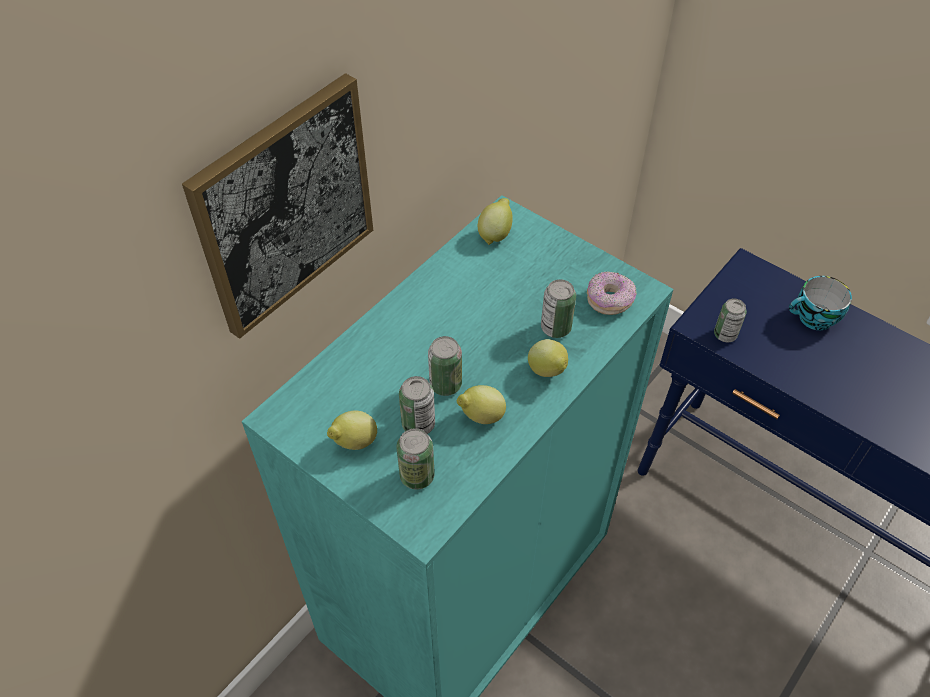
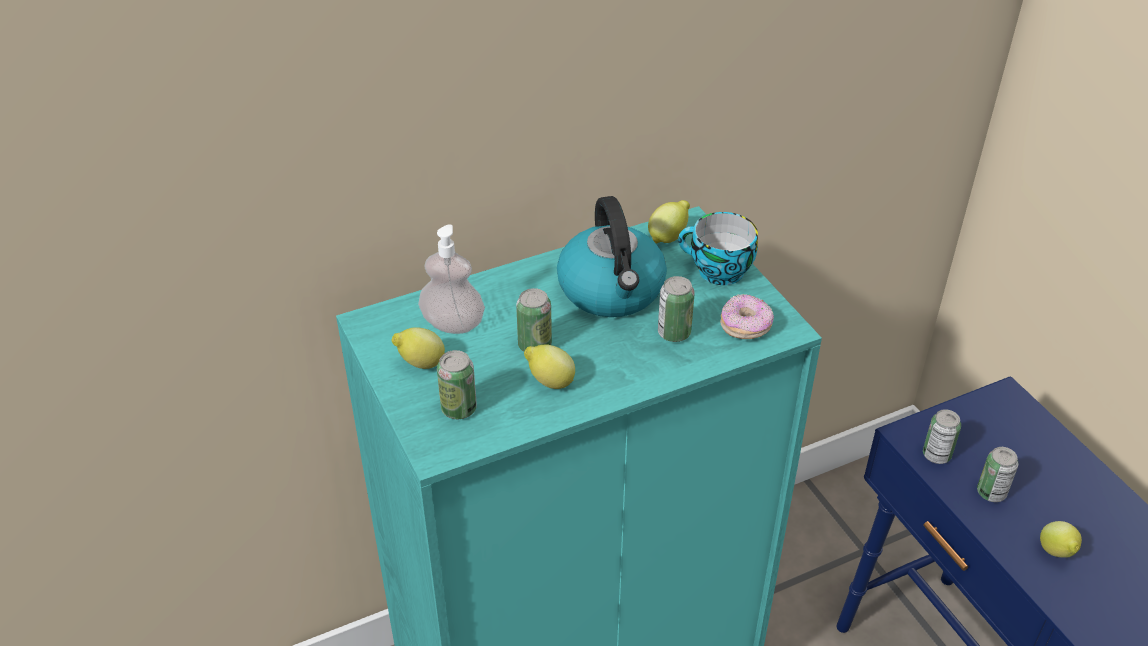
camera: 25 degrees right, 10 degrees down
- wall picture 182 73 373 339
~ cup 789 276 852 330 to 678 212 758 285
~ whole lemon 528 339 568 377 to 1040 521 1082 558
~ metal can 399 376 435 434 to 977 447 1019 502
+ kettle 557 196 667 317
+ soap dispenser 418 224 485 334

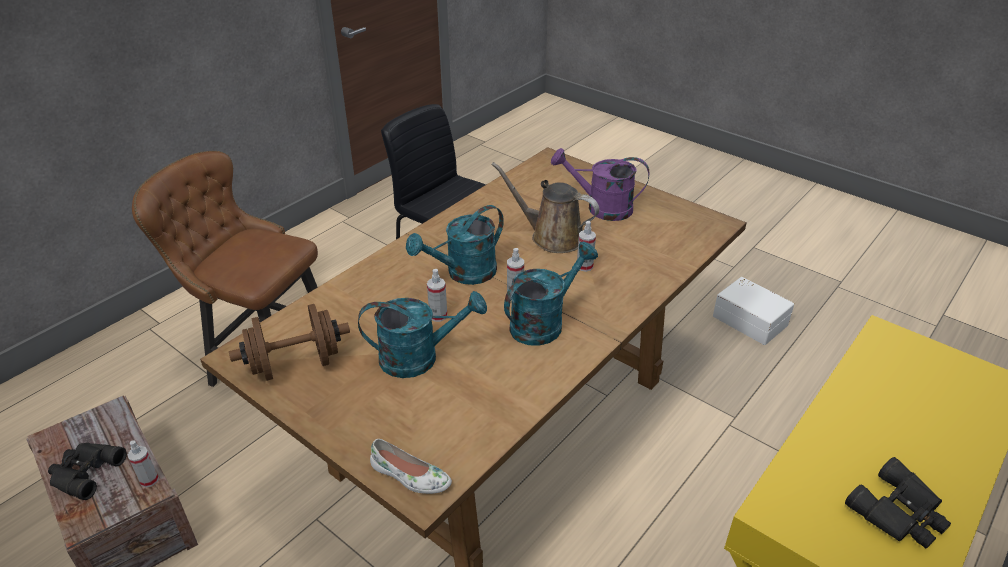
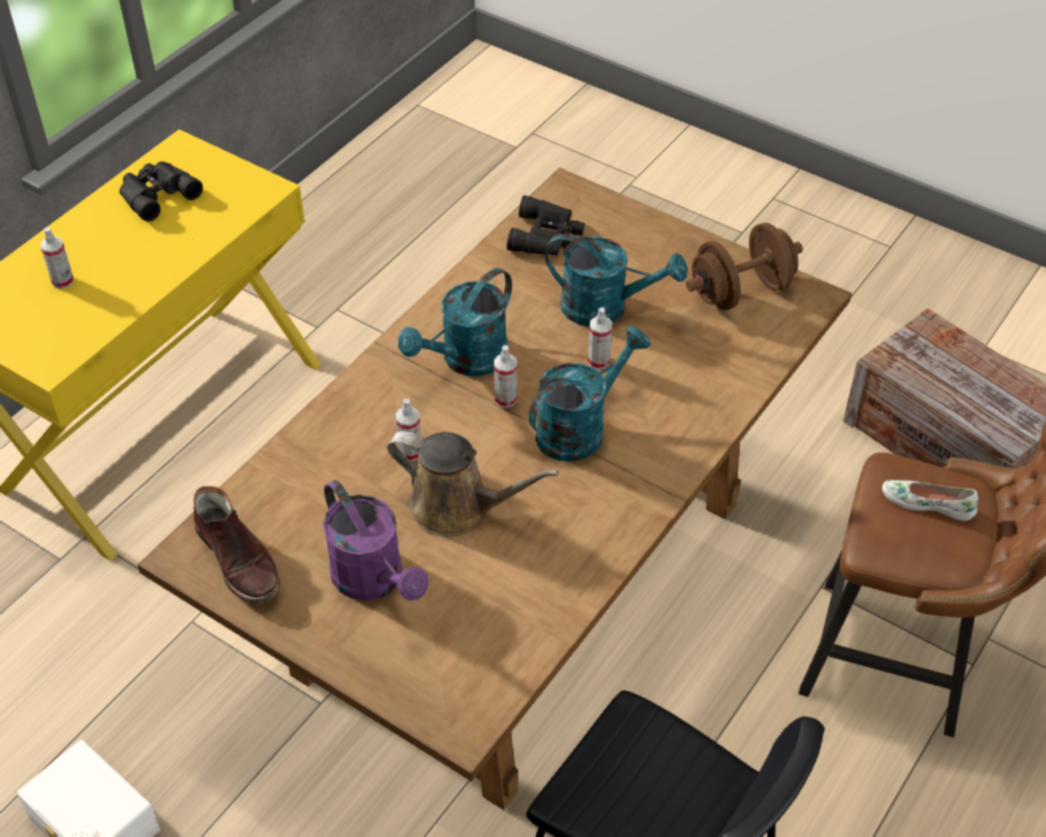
camera: 175 degrees right, 10 degrees up
~ purple-coloured watering pot 551 148 649 221 = 323 480 429 601 45 degrees clockwise
~ blue-green watering pot 358 291 487 378 = 545 234 687 327 150 degrees counterclockwise
~ white-coloured item of footwear 370 439 452 494 to 882 480 979 521
~ hand sprayer 128 441 159 487 to 40 227 74 289
~ black pair of binoculars 48 443 127 500 to 507 195 585 255
+ brown-coloured tall boot 194 486 280 604

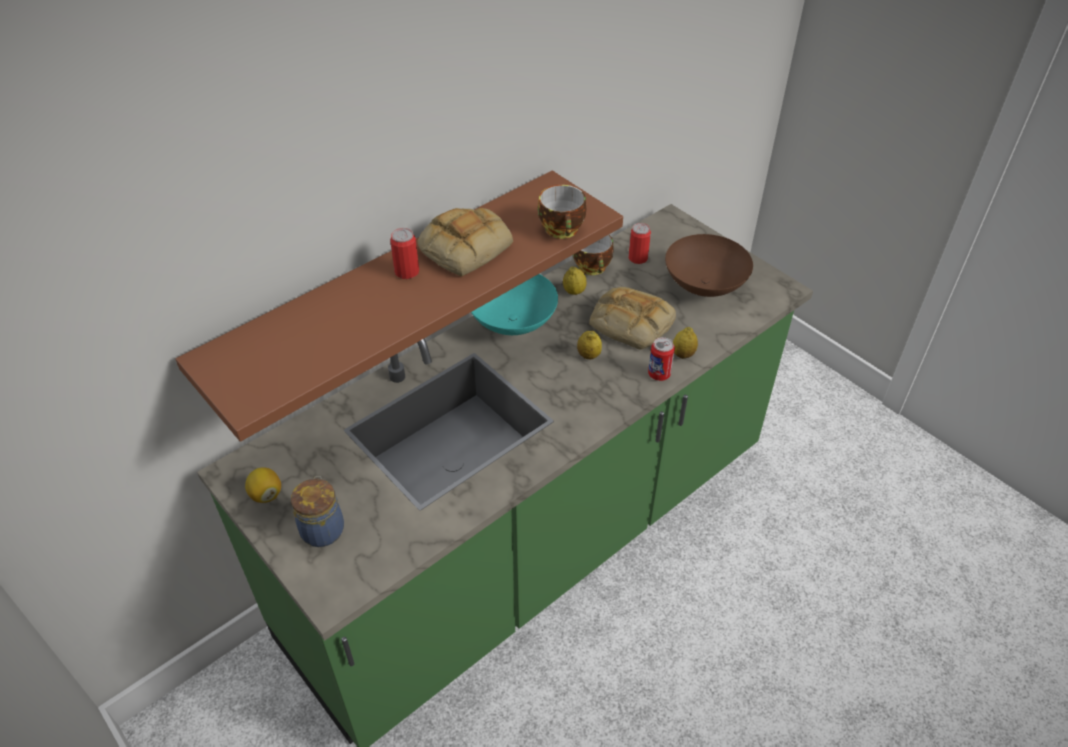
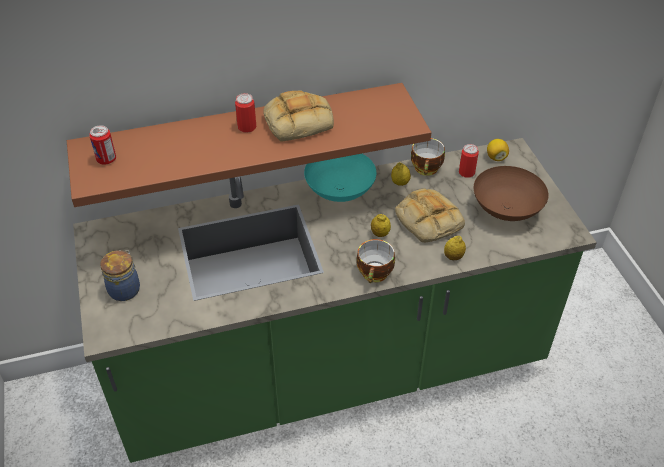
camera: 25 degrees right, 0 degrees up
~ cup 538 185 586 239 to 356 239 395 283
~ metal can 648 337 675 381 to 89 125 116 165
~ whole lemon 245 467 281 503 to 487 139 509 161

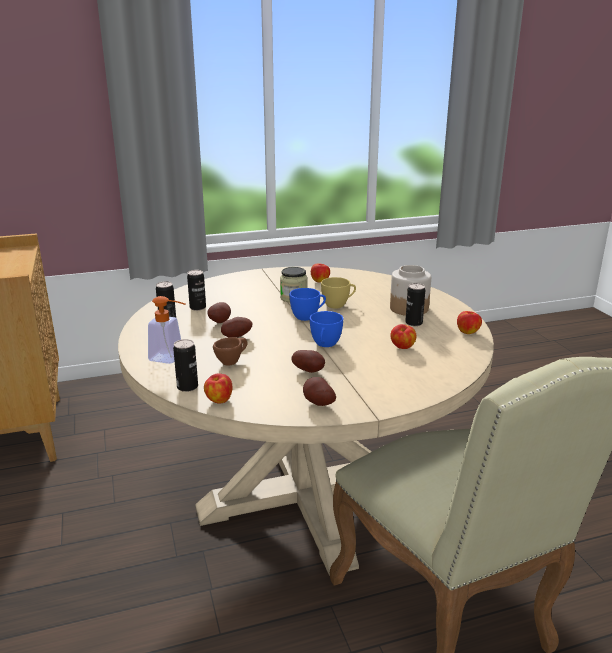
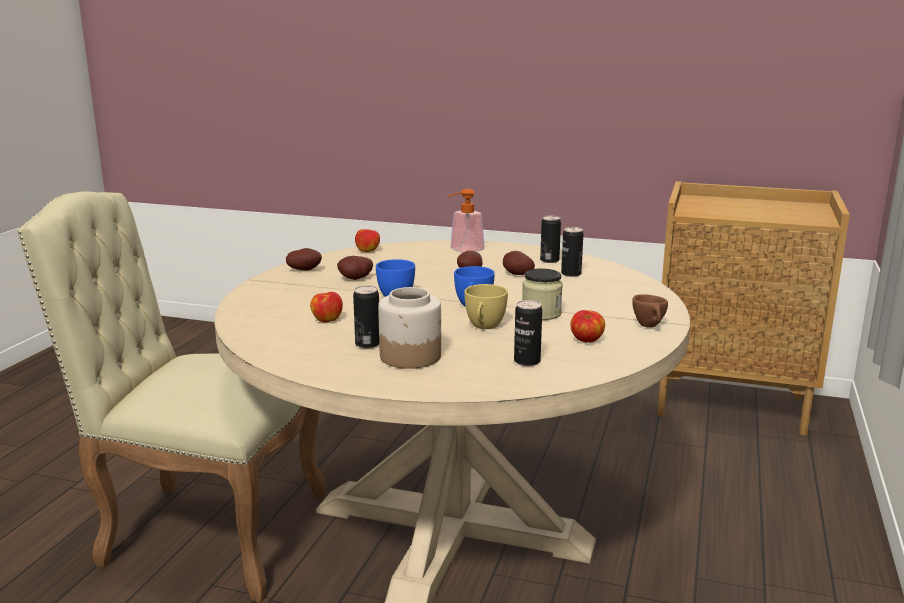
camera: 125 degrees right, 5 degrees down
- apple fruit 457 311 482 334
~ brown-coloured cup 213 337 248 366 to 632 294 668 328
~ metal can 173 339 198 392 to 514 300 542 366

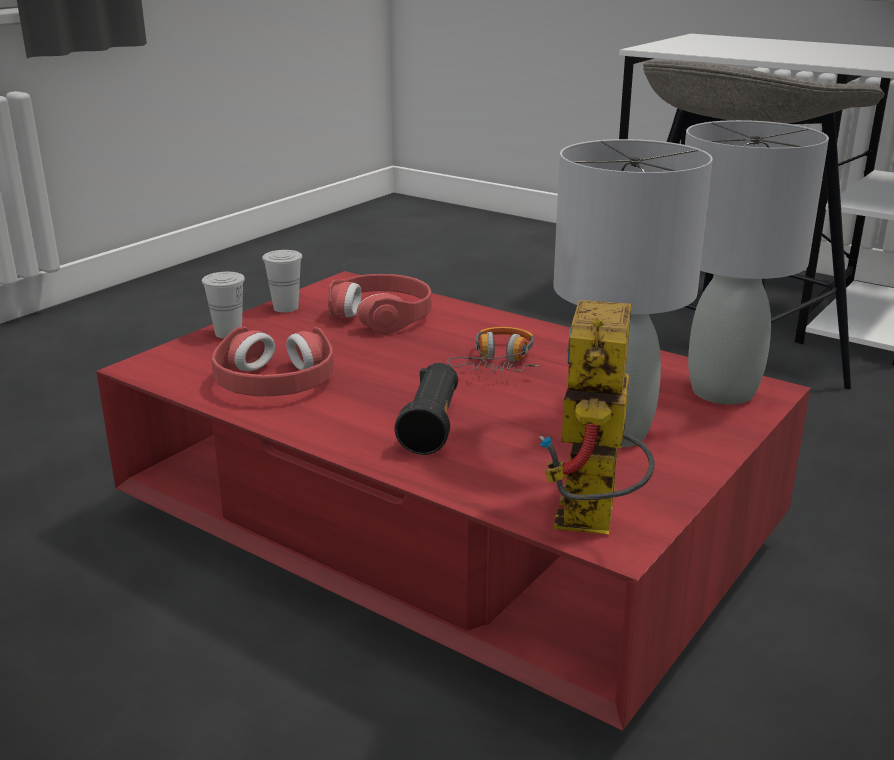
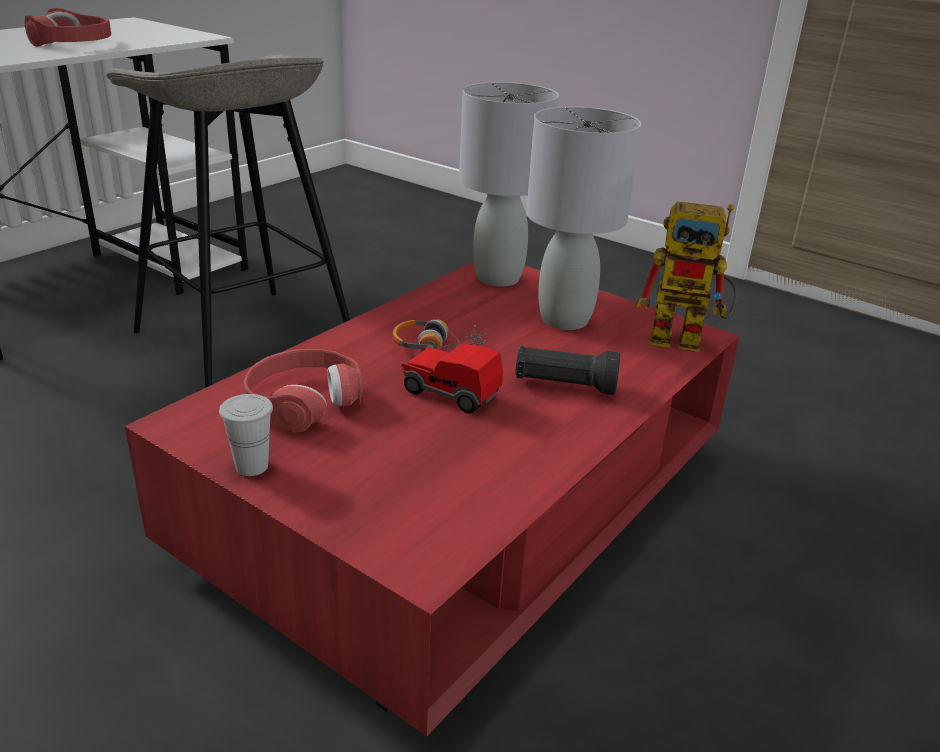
camera: 90 degrees left, 5 degrees up
- white-coloured cup 202 272 245 338
~ reddish headset 211 326 334 396 to 25 8 111 47
+ miniature car 401 343 503 414

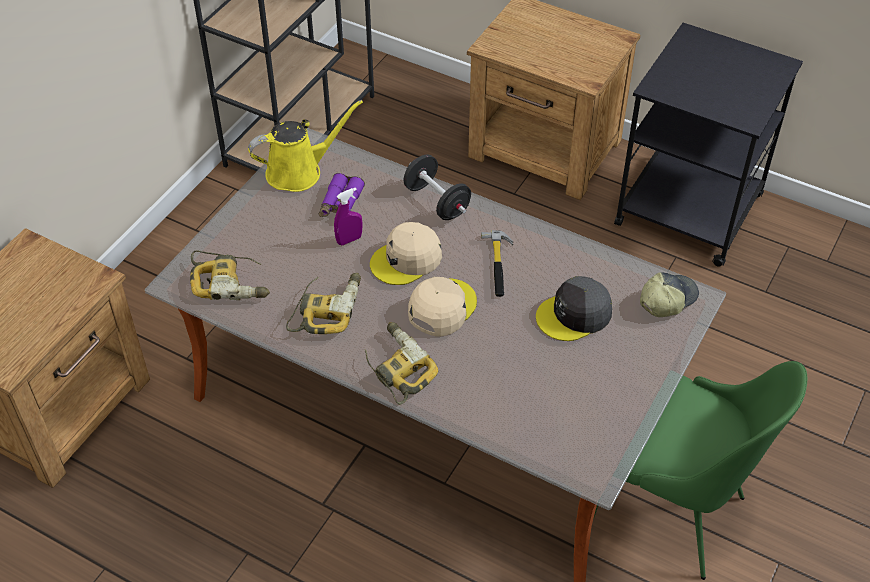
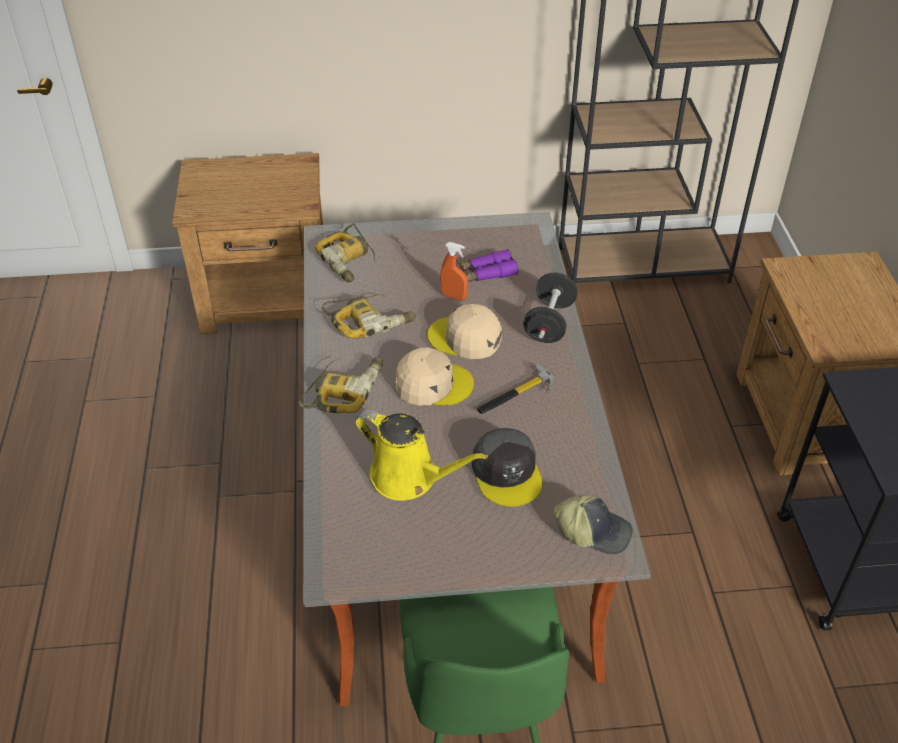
camera: 55 degrees right, 5 degrees down
~ yellow watering pot 248 100 363 192 to 355 409 488 501
~ purple-coloured hand sprayer 334 187 363 245 to orange hand sprayer 440 242 468 301
~ grey baseball cap 536 276 612 341 = 472 428 543 507 135 degrees counterclockwise

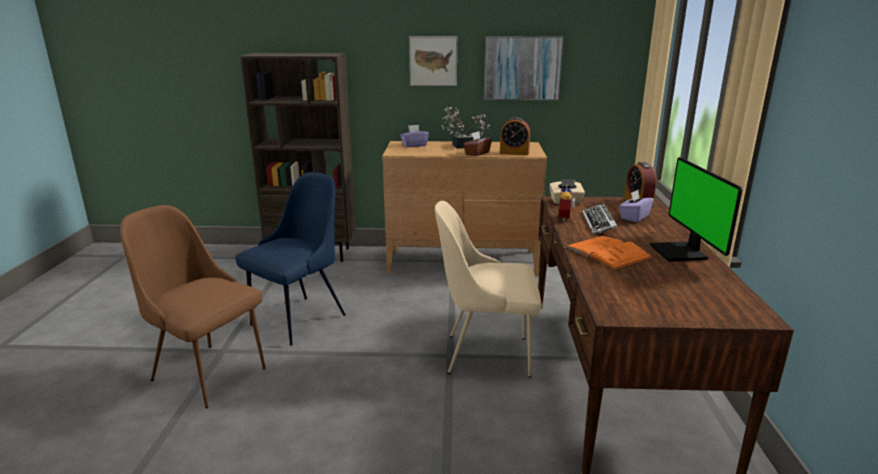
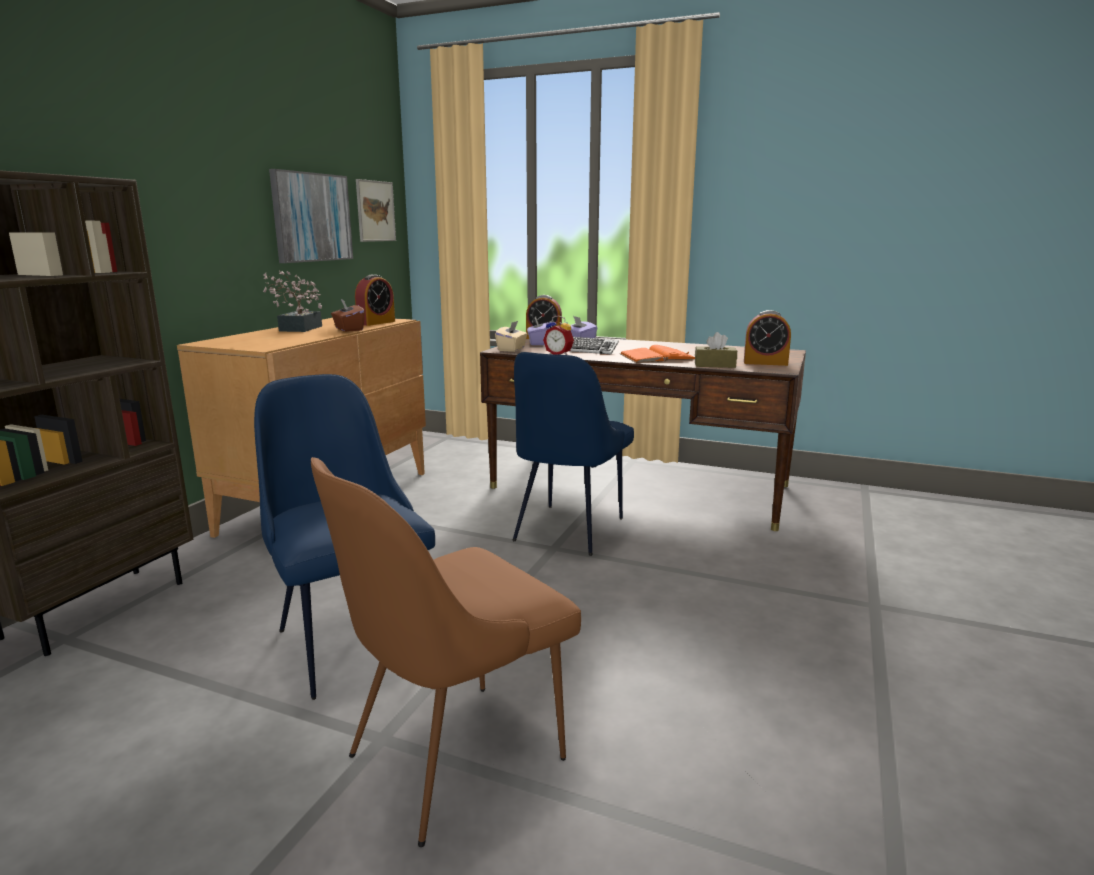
camera: 70 degrees left, 5 degrees down
~ wall picture 409 36 457 86 to 356 179 396 242
~ purple-coloured box of tissues 400 125 429 147 to 527 317 550 345
- monitor 650 157 742 261
~ beige-coloured upright chair 435 201 541 378 to blue-coloured upright chair 513 352 634 556
+ alarm clock 744 310 791 366
+ brown-coloured box of tissues 695 332 737 368

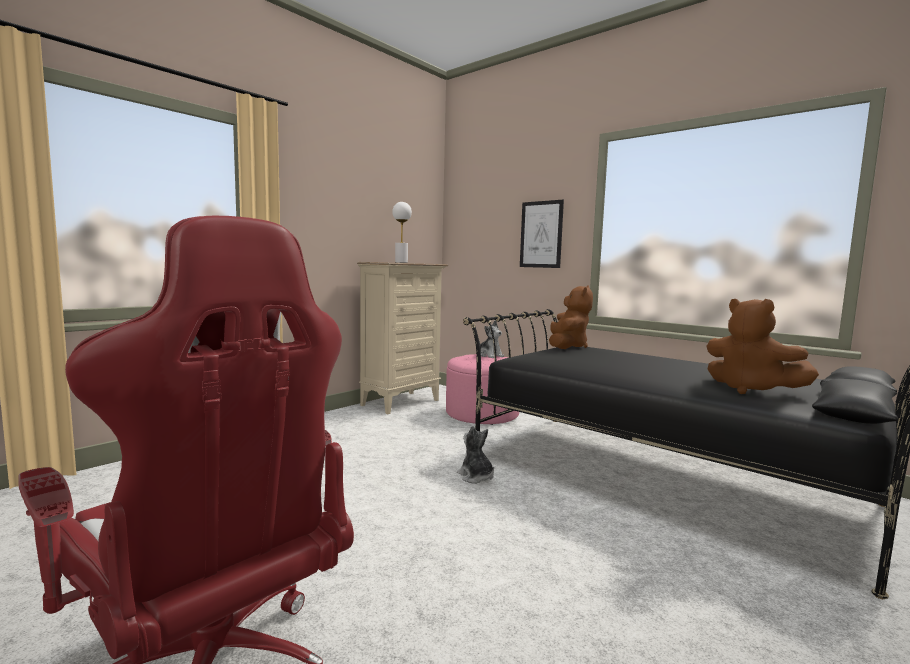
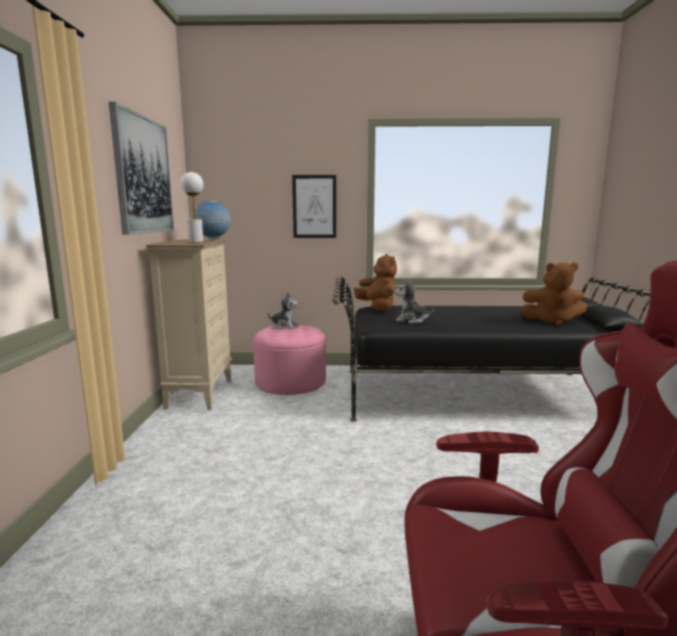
camera: 40 degrees left, 5 degrees up
~ plush toy 457 425 494 484 to 394 279 434 323
+ wall picture 109 102 174 235
+ world globe 193 200 231 240

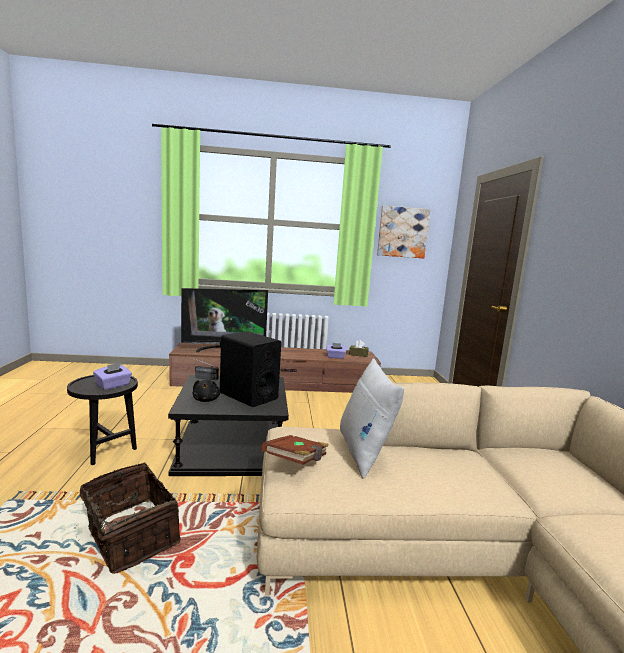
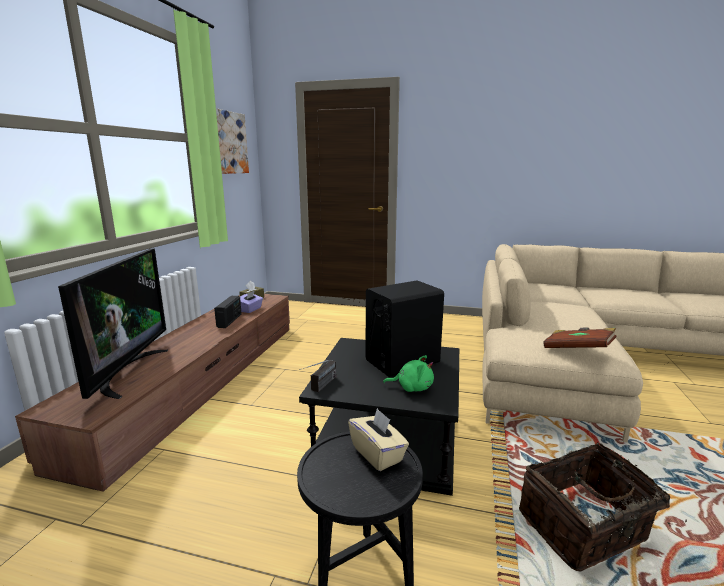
camera: 70 degrees left, 5 degrees up
- grey cushion 340 358 404 479
~ purple-coloured box of tissues 93 363 132 390 to beige-coloured box of tissues 348 408 409 471
~ black plush toy 192 380 220 402 to green-coloured plush toy 383 355 434 392
+ radio receiver 214 296 242 328

